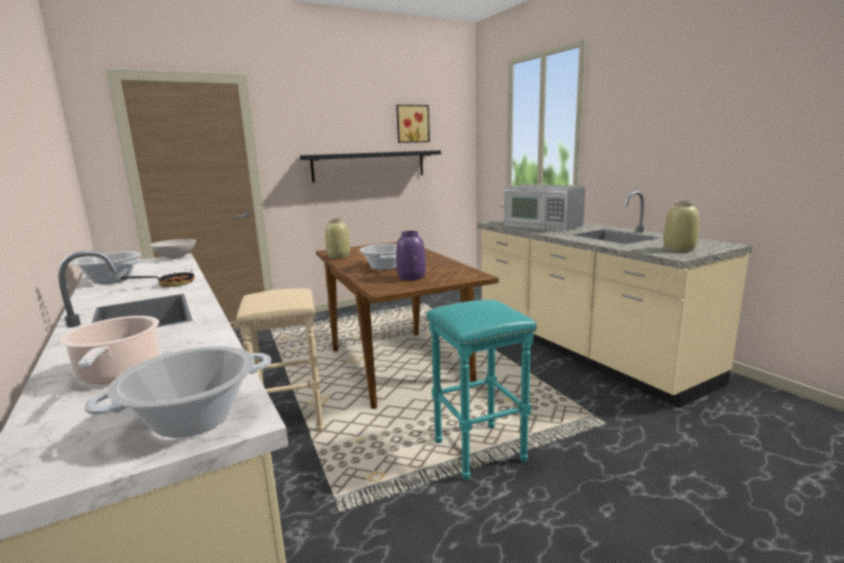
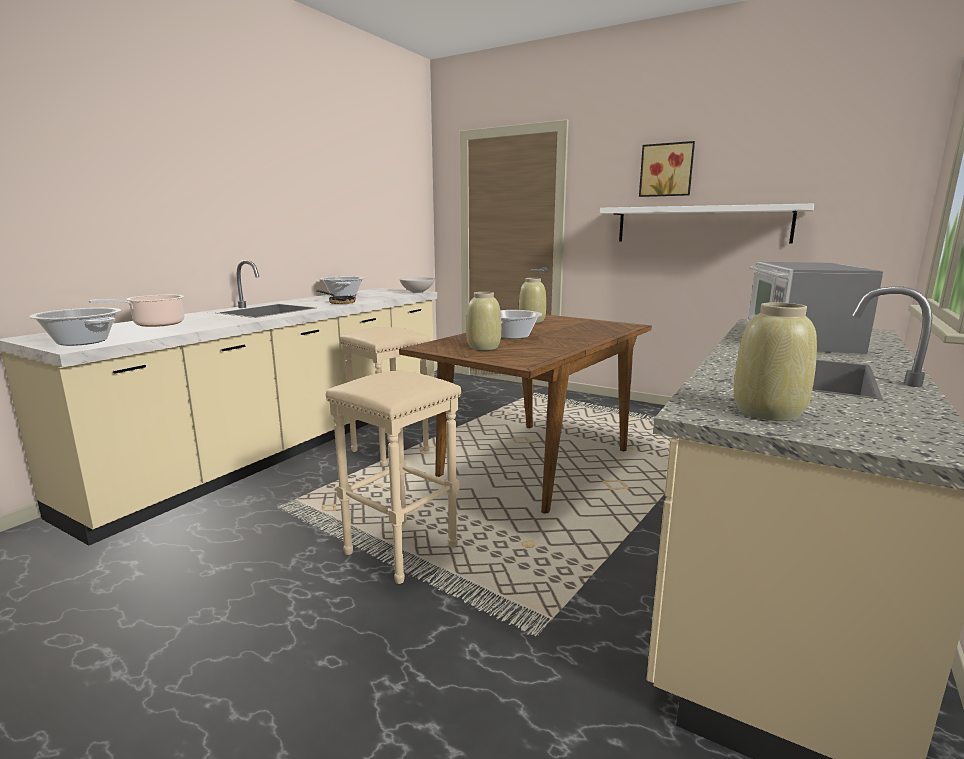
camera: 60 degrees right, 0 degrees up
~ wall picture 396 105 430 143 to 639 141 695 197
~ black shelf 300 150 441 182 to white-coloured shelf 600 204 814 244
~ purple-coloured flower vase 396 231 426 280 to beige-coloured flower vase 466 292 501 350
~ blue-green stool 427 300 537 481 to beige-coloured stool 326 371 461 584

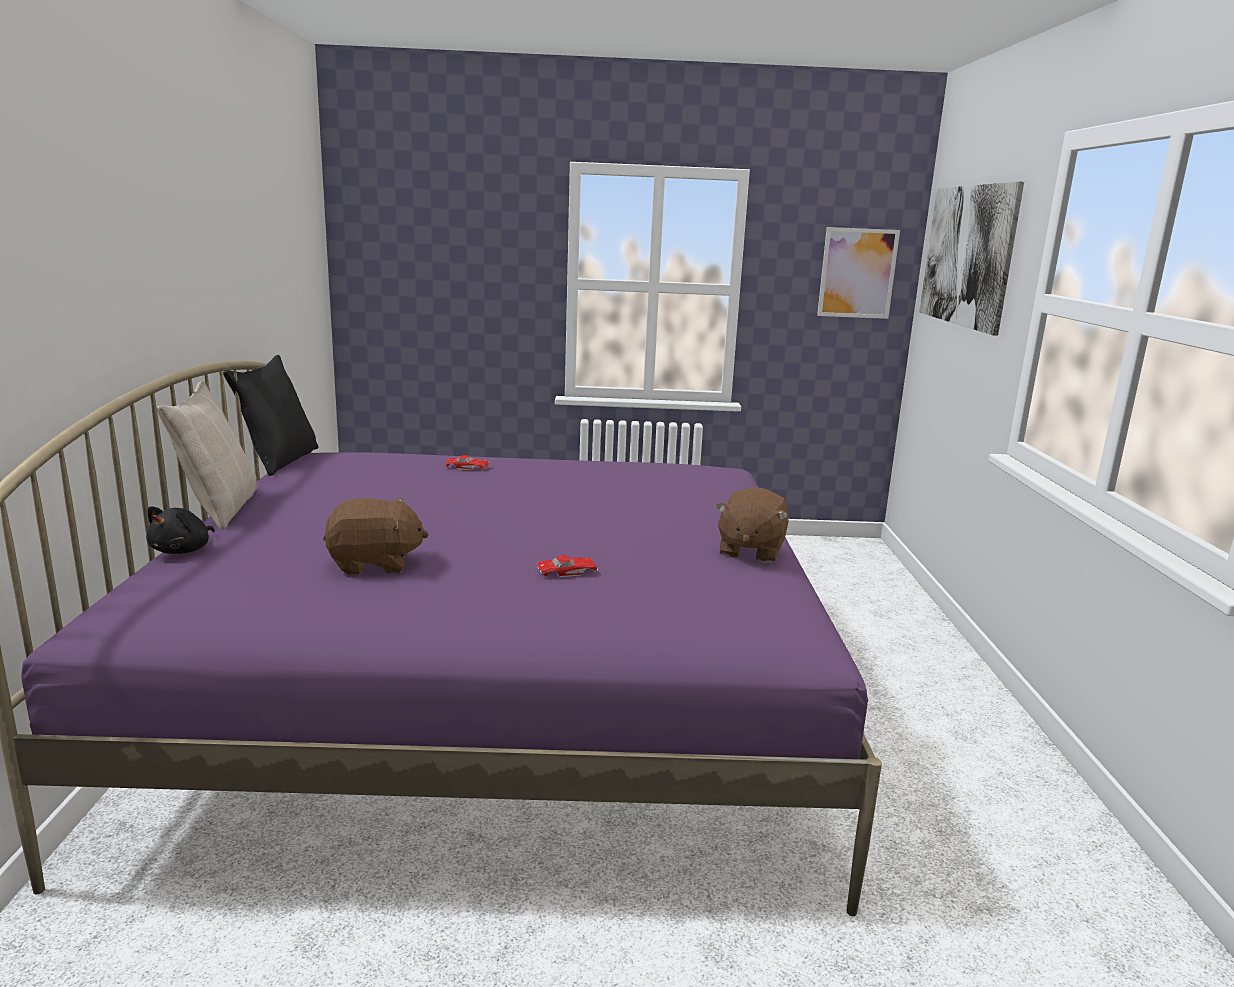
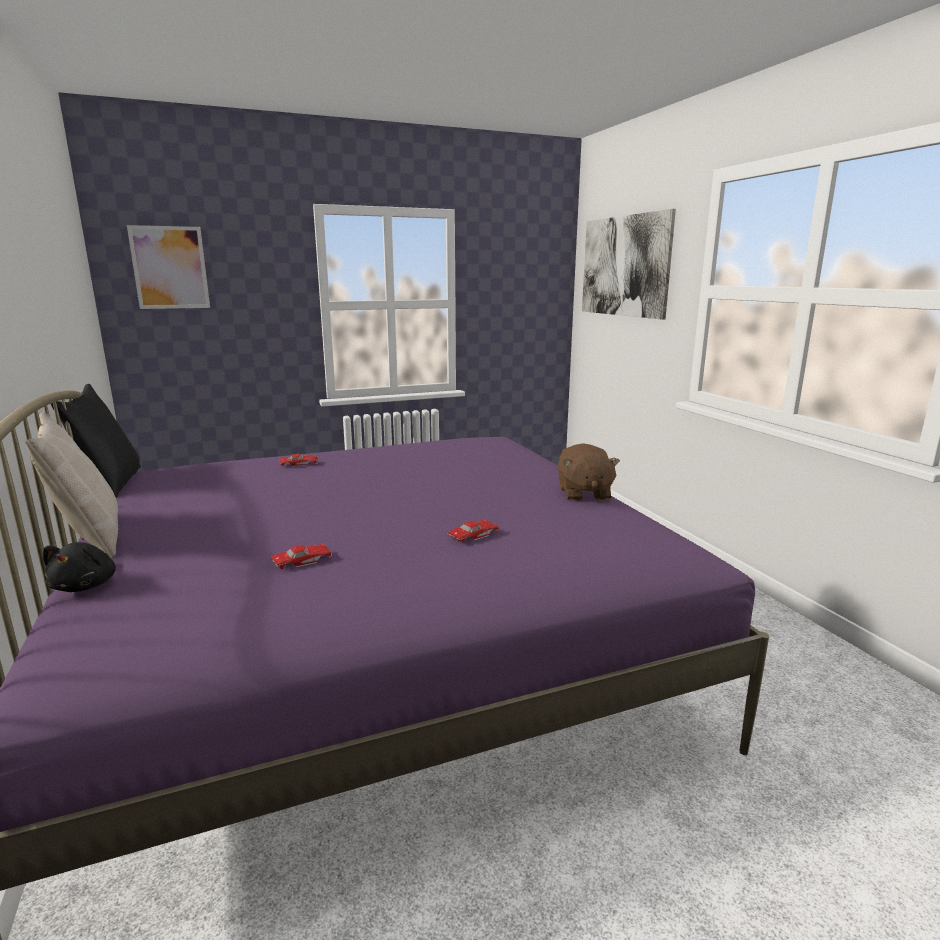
camera: 20 degrees left, 0 degrees up
~ wall picture 817 227 900 319 to 127 225 210 309
~ brown-coloured plush toy 323 498 429 575 to reddish miniature car 272 544 332 569

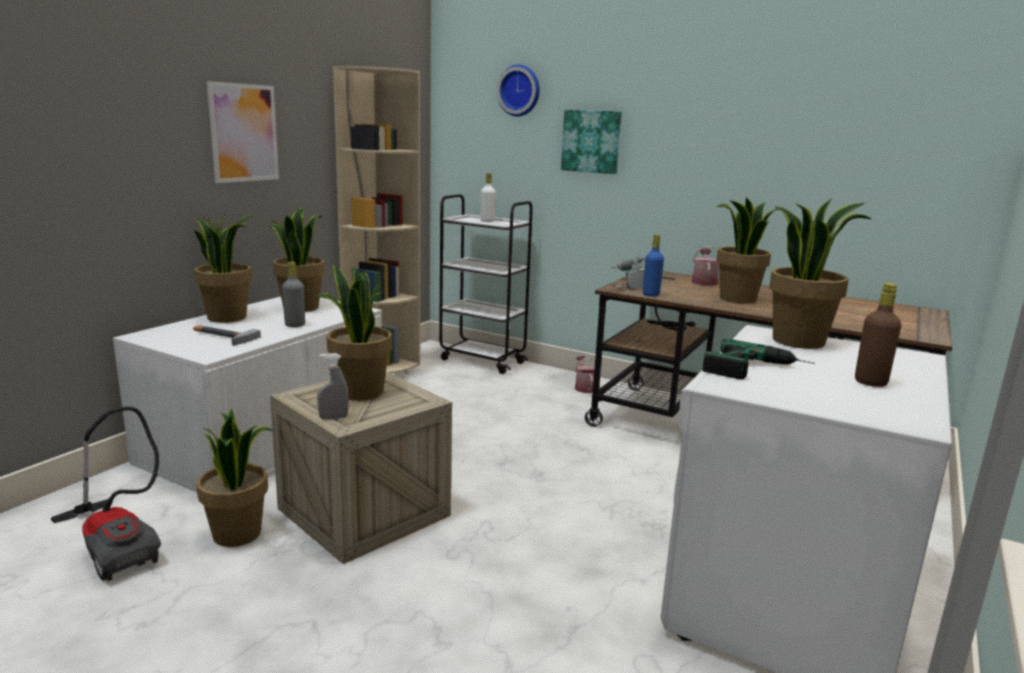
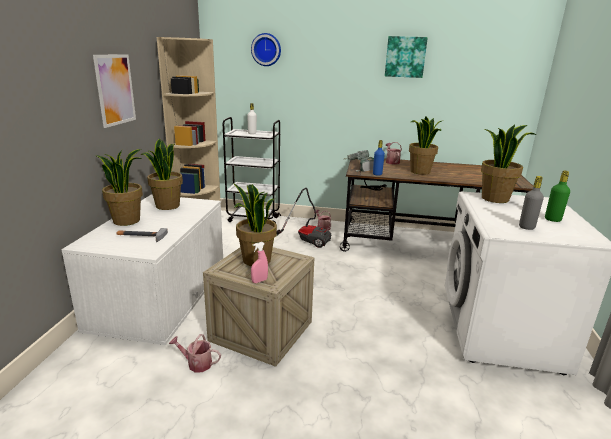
camera: 20 degrees left, 5 degrees up
~ wall picture 561 110 622 174 to 385 36 428 78
~ grey bottle 282 261 305 327 to 519 176 544 230
~ brown-coloured bottle 855 283 901 387 to green-coloured bottle 545 171 570 222
- drill 702 339 815 379
~ grey hand sprayer 317 353 349 419 to pink hand sprayer 251 242 268 283
~ vacuum cleaner 51 407 161 581 to 277 188 331 248
~ houseplant 196 408 273 547 to watering pot 169 334 221 373

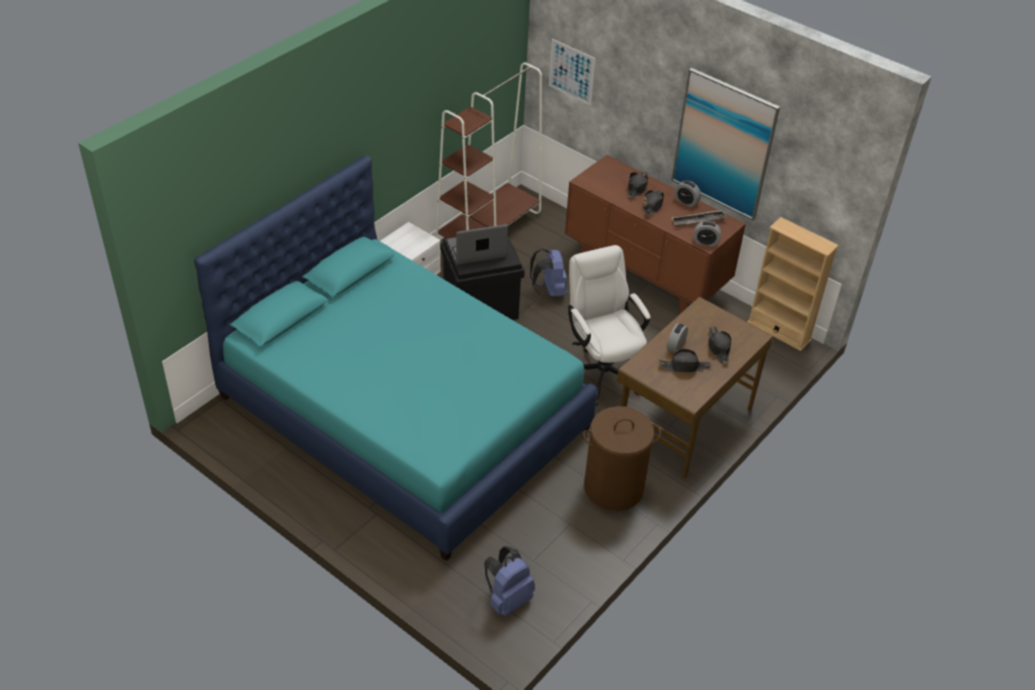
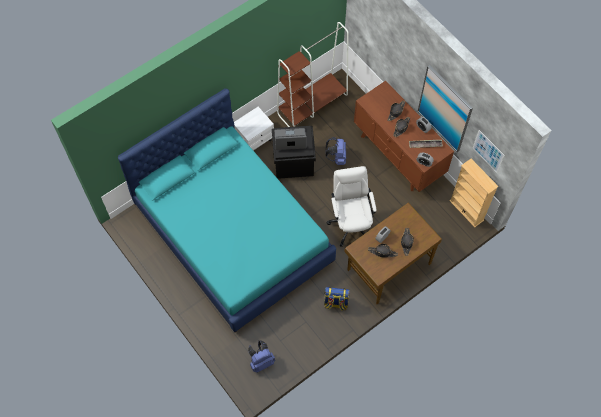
camera: 15 degrees right, 20 degrees up
~ wall picture 549 39 596 106 to 473 130 504 173
~ brown-coloured washing basket 583 406 661 511 to backpack 324 287 350 311

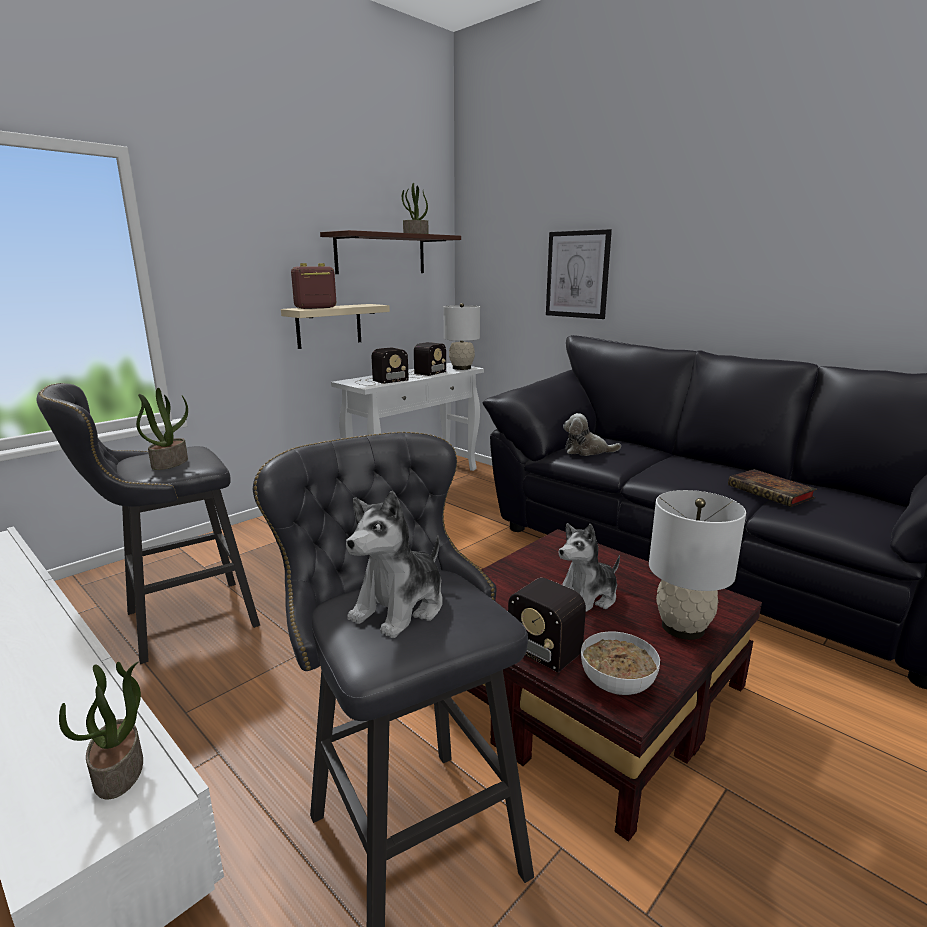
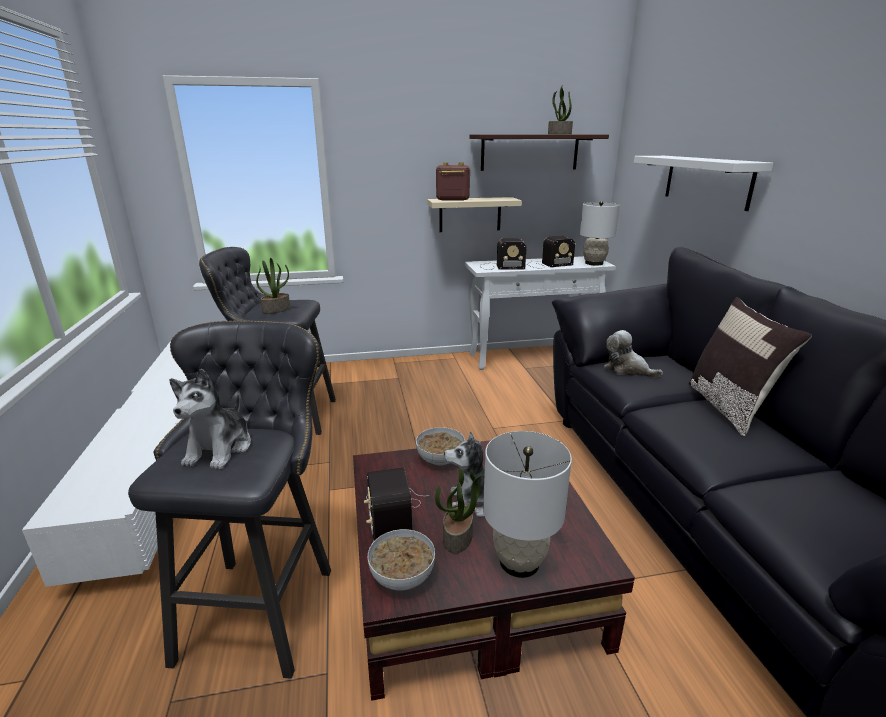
camera: 35 degrees right, 5 degrees up
~ wall picture 546 229 612 319 to white-coloured shelf 634 156 773 211
- volume 728 469 817 507
~ plush toy 346 491 442 638 = 169 369 251 469 60 degrees counterclockwise
~ houseplant 59 661 143 799 to 435 468 483 554
+ cushion 689 297 812 436
+ serving bowl 416 427 465 466

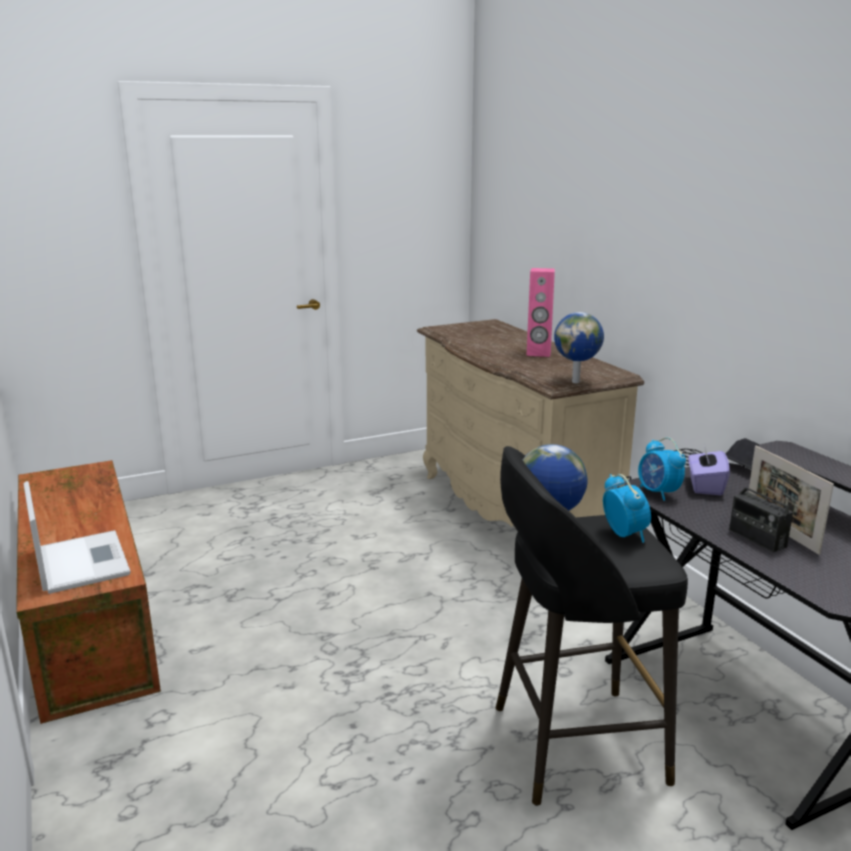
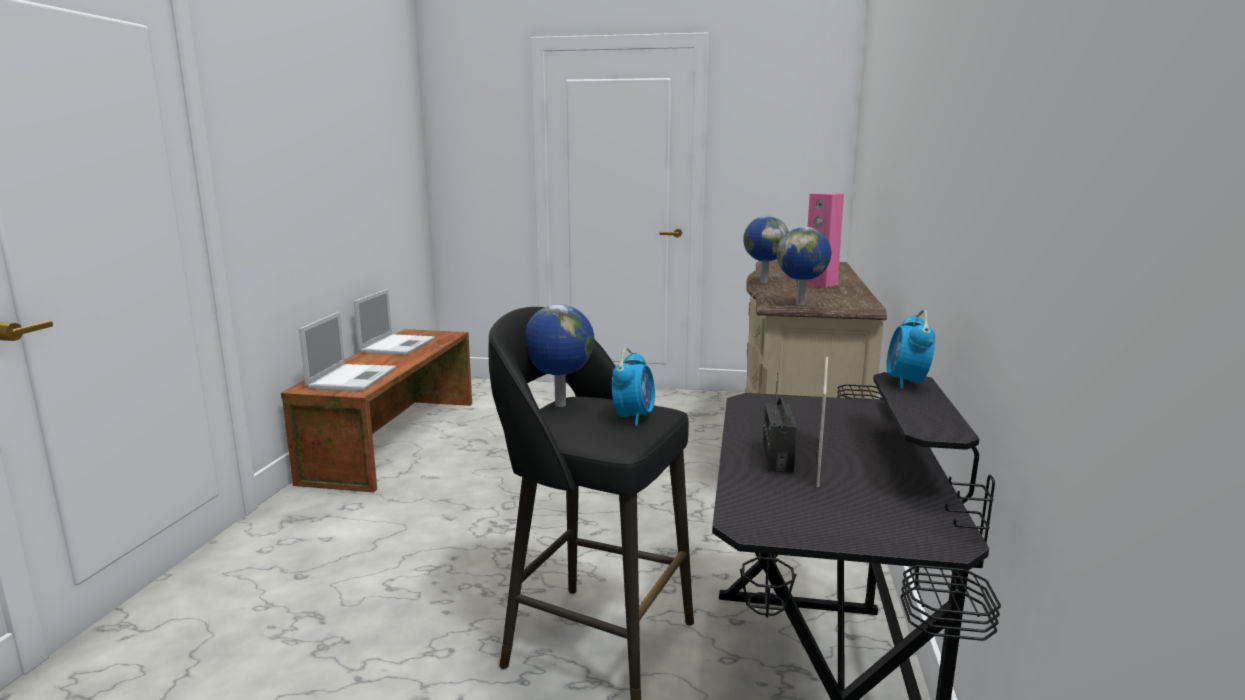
camera: 35 degrees right, 5 degrees down
~ alarm clock 638 437 686 501 to 886 310 935 389
- purple-coloured box of tissues 688 443 730 495
+ world globe 743 216 789 283
+ portable computer 354 289 435 355

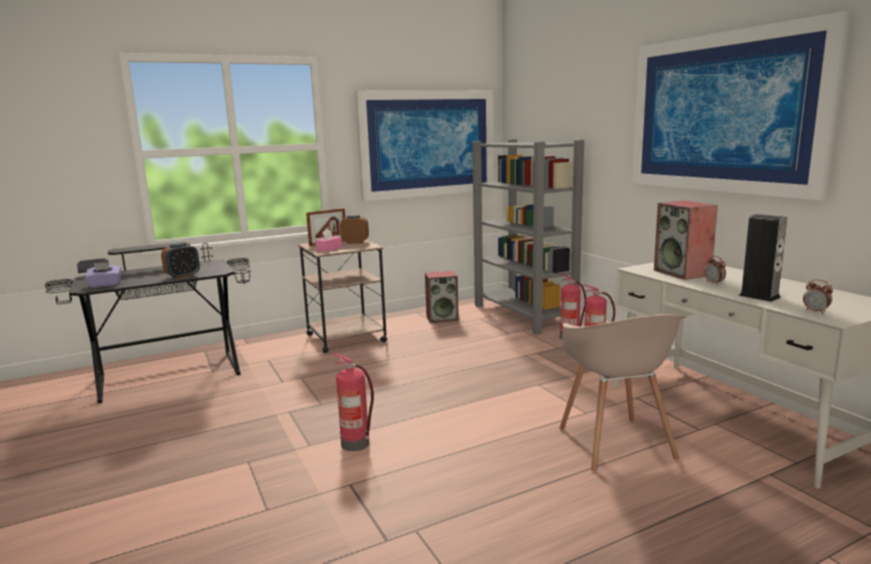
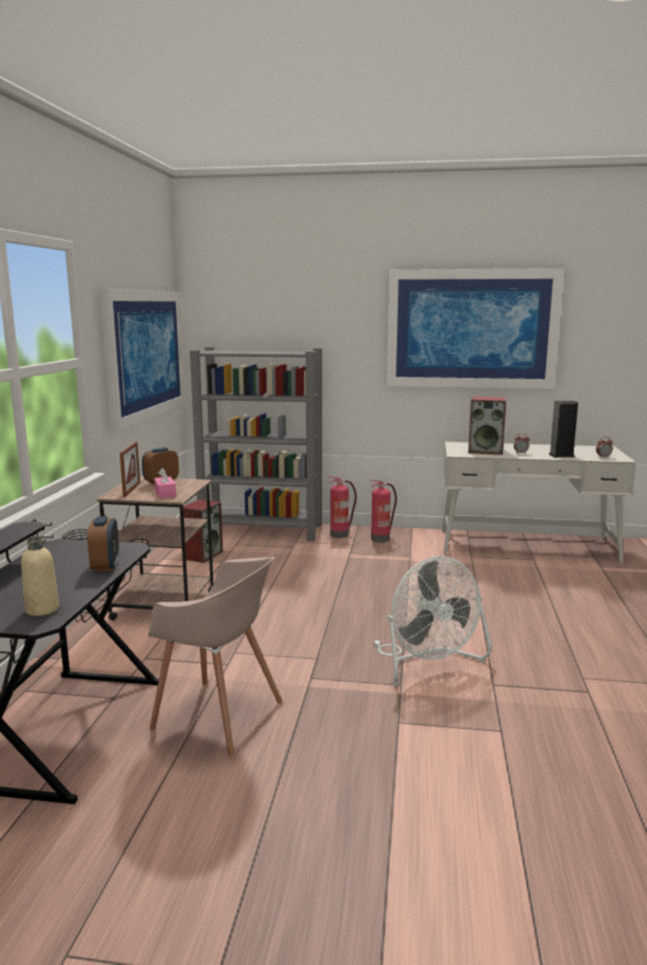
camera: 55 degrees left, 0 degrees up
~ purple-coloured box of tissues 85 262 121 288 to beige-coloured bottle 21 537 59 616
~ beige-coloured upright chair 559 314 687 471 to 148 557 282 756
~ fire extinguisher 333 353 374 451 to white-coloured electric fan 374 556 492 686

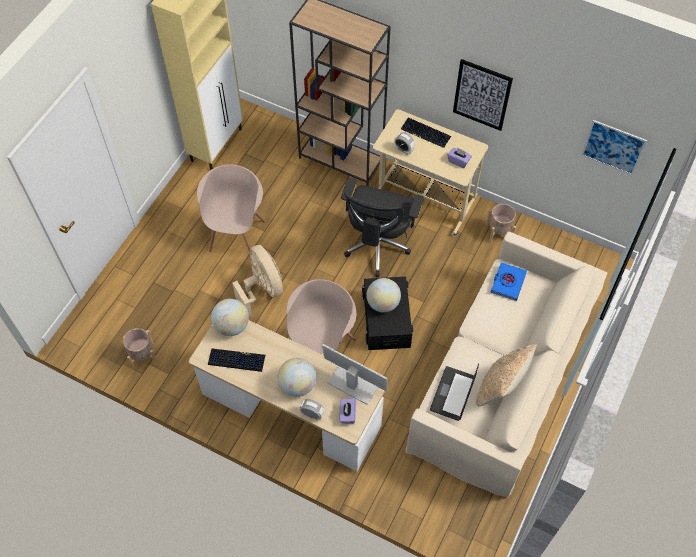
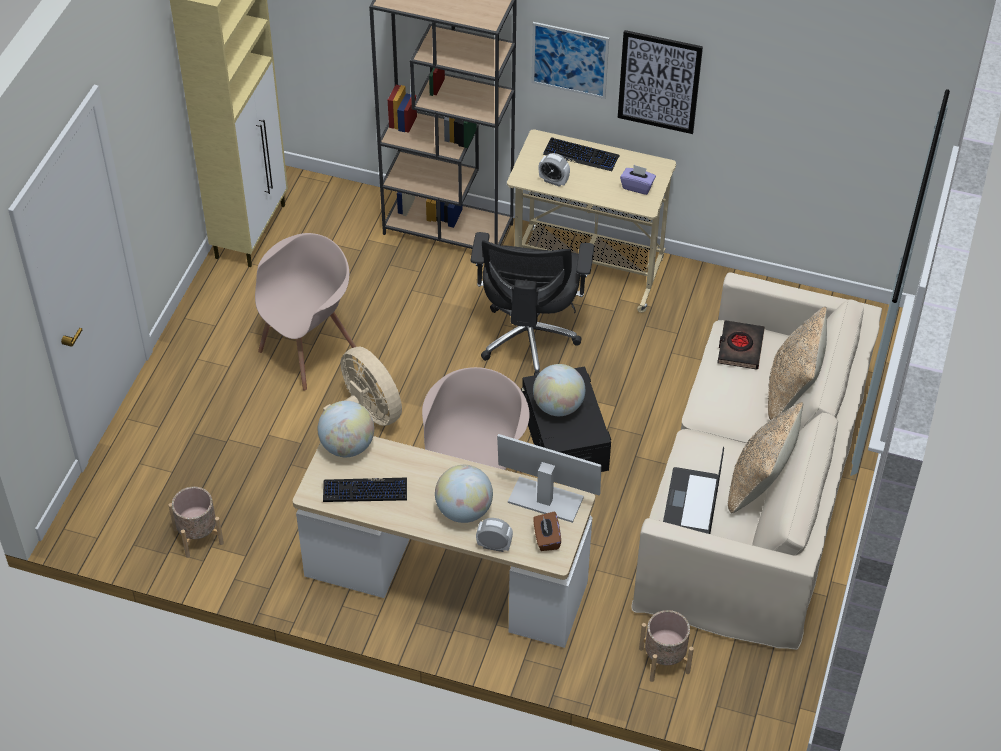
camera: 10 degrees left, 10 degrees down
~ wall picture 581 120 648 175 to 532 22 609 99
~ beige-coloured upright chair 197 164 265 252 = 255 233 357 390 45 degrees clockwise
~ beige-coloured plant pot 486 204 516 243 to 639 610 694 682
~ blue-coloured volume 491 262 527 301 to black volume 717 320 765 370
~ purple-coloured box of tissues 339 398 356 424 to brown-coloured box of tissues 534 511 561 551
+ beige-coloured cushion 767 307 827 420

